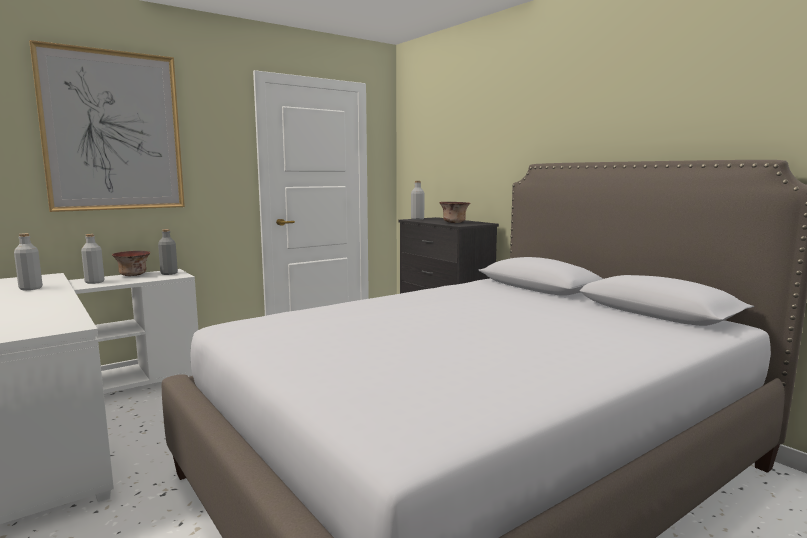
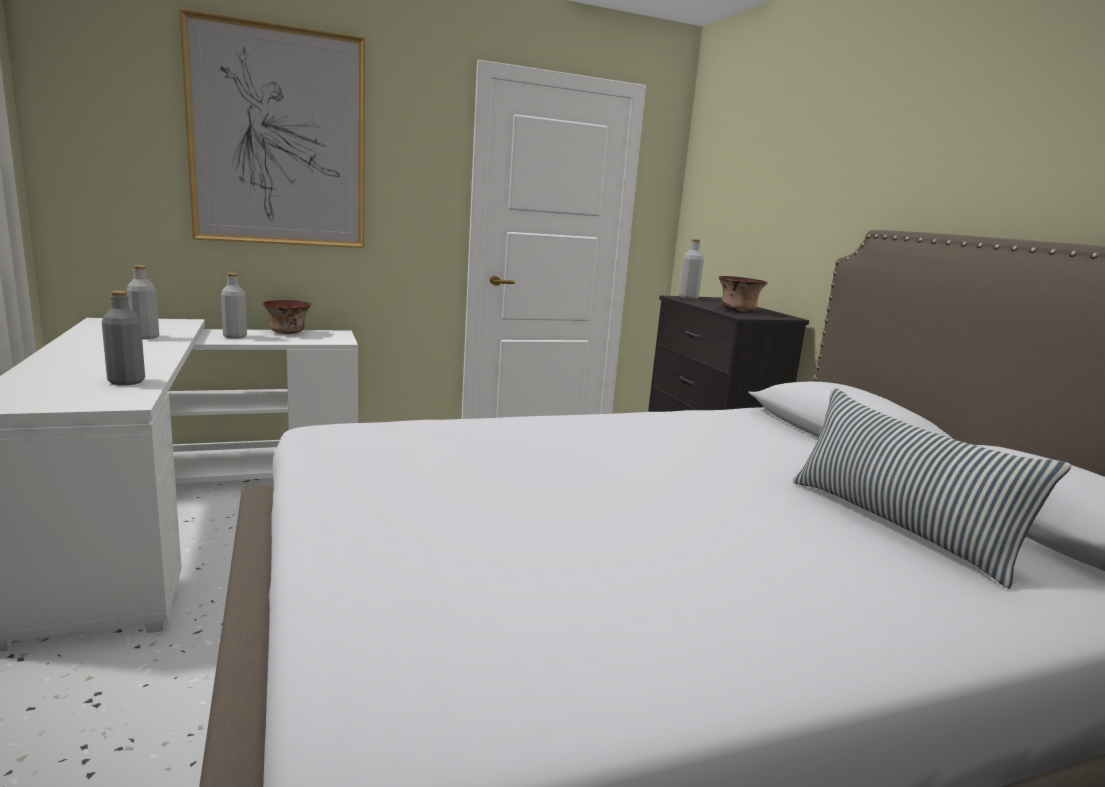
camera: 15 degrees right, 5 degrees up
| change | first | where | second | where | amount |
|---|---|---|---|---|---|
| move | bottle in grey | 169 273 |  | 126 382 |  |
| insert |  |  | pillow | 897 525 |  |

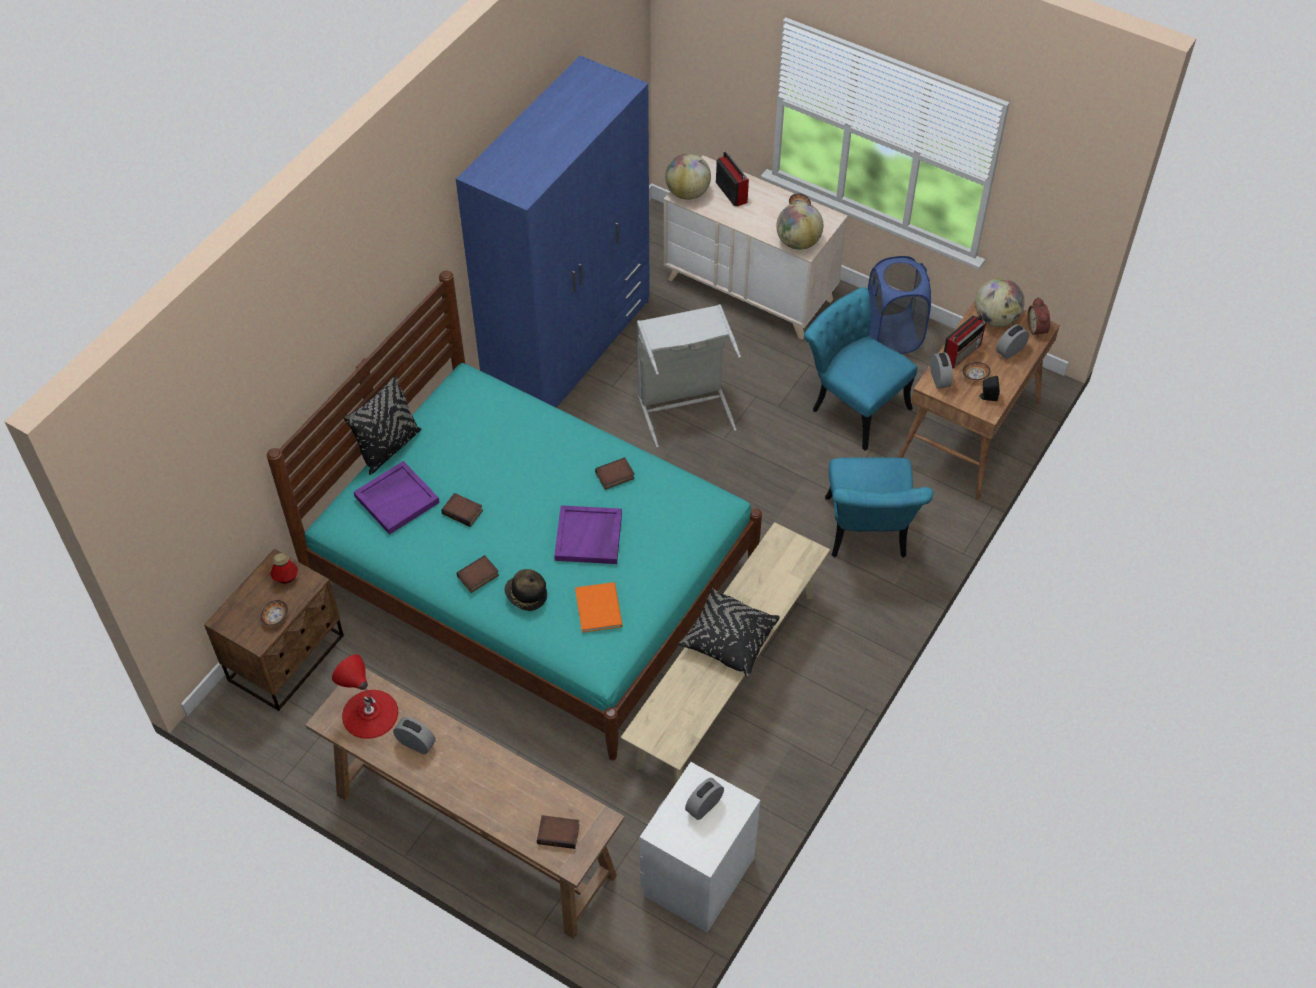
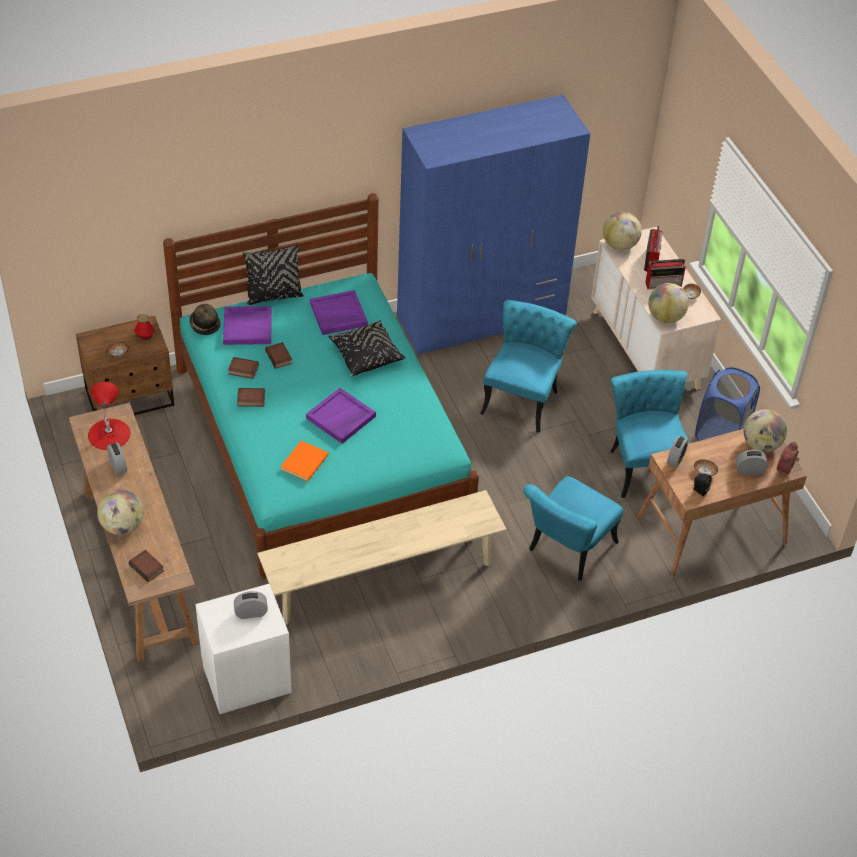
camera: 35 degrees right, 5 degrees down
| change | first | where | second | where | amount |
|---|---|---|---|---|---|
| insert |  |  | globe | 122 526 |  |
| move | hat | 526 596 |  | 204 325 |  |
| move | book | 615 476 |  | 242 370 |  |
| insert |  |  | tray in purple | 338 315 |  |
| move | pillow in black | 728 639 |  | 366 355 |  |
| replace | laundry basket in grey | 684 406 | chair in turquoise | 523 397 |  |
| move | radio | 962 352 |  | 664 284 |  |

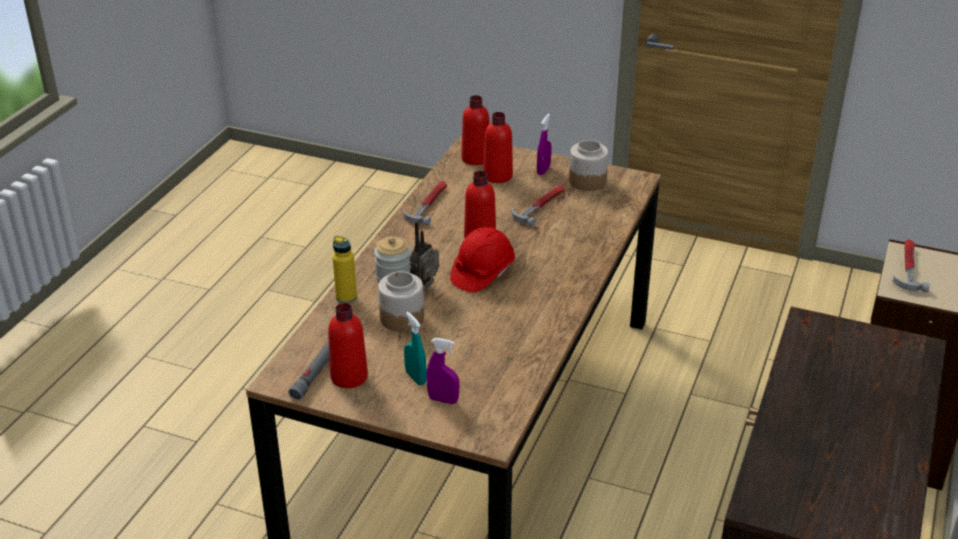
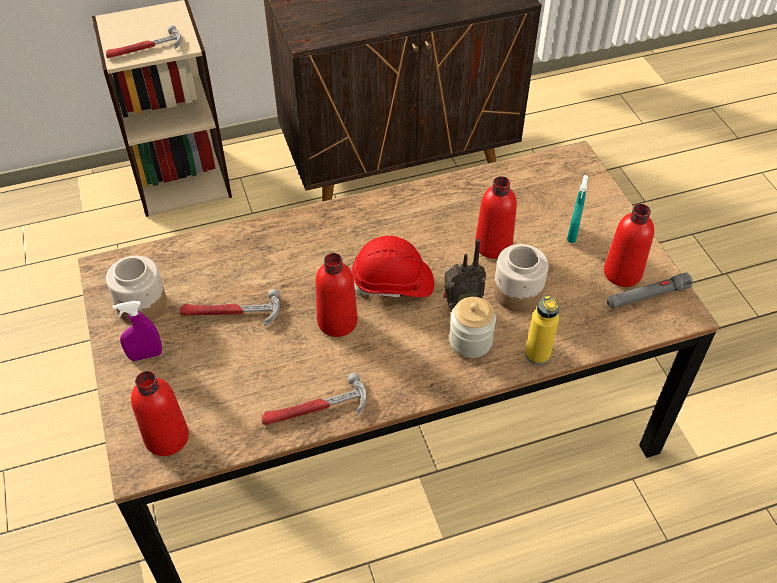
camera: 130 degrees left, 15 degrees up
| change | first | where | second | where | amount |
|---|---|---|---|---|---|
| move | bottle in red | 498 176 |  | 493 245 |  |
| delete | spray bottle in purple | 443 400 |  |  |  |

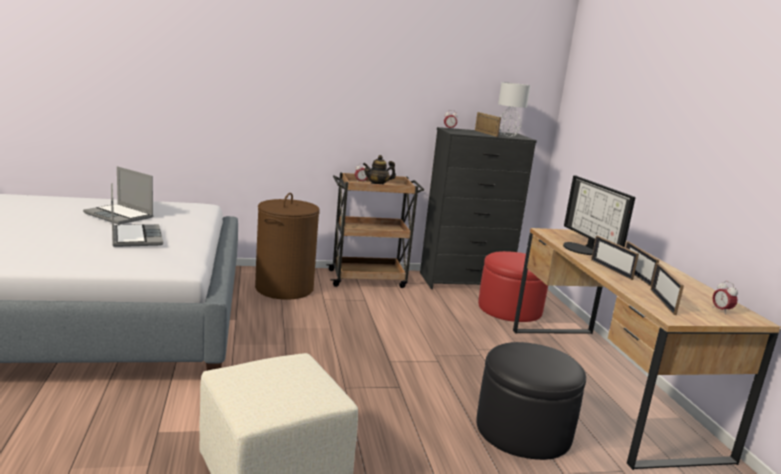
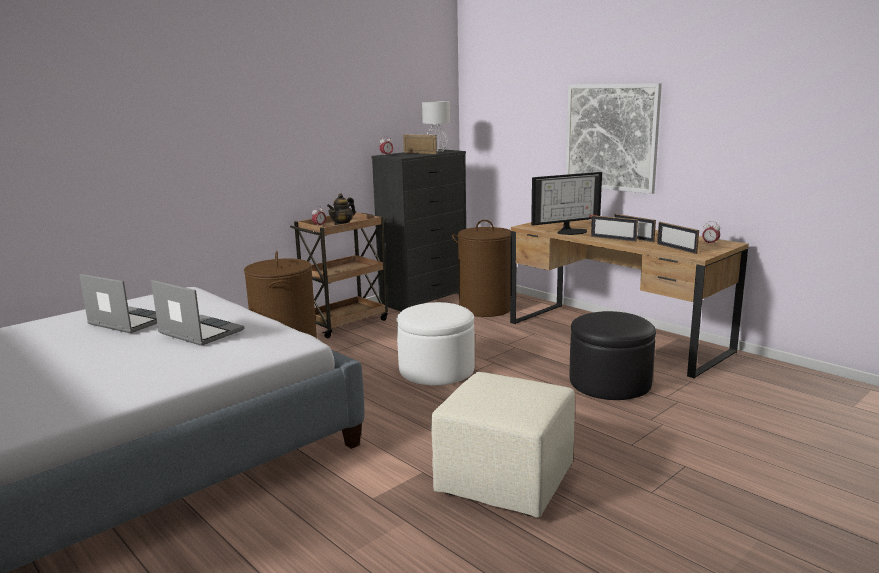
camera: 30 degrees left, 0 degrees up
| change | first | where | second | where | amount |
|---|---|---|---|---|---|
| rotate | laptop | 120 215 |  | 128 322 | 150 degrees counterclockwise |
| insert |  |  | ottoman in white | 436 370 |  |
| replace | ottoman in red | 509 309 | laundry basket in brown | 485 308 |  |
| rotate | monitor | 582 249 |  | 571 231 | 60 degrees counterclockwise |
| insert |  |  | picture | 611 137 |  |

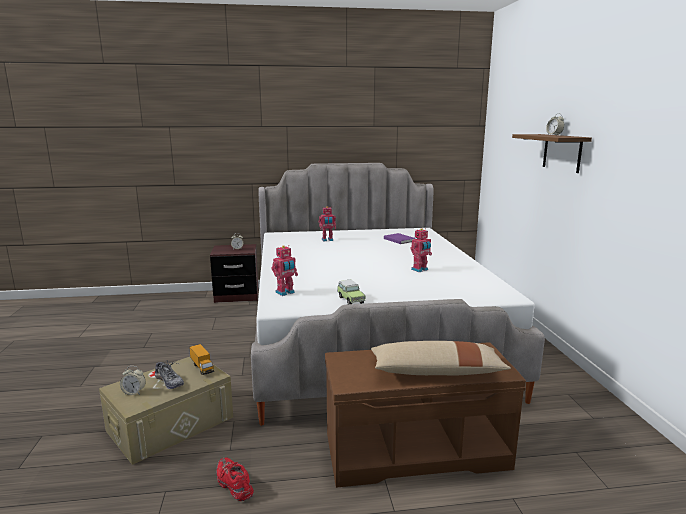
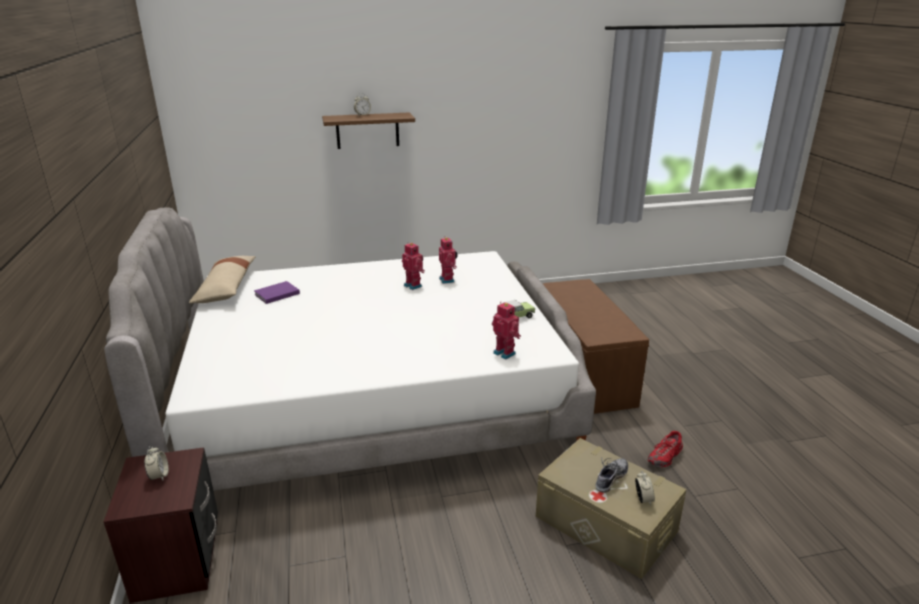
camera: 95 degrees left, 10 degrees up
| change | first | where | second | where | amount |
|---|---|---|---|---|---|
| move | pillow in beige | 436 371 |  | 226 288 |  |
| move | toy robot | 327 240 |  | 448 280 |  |
| delete | toy truck | 202 367 |  |  |  |

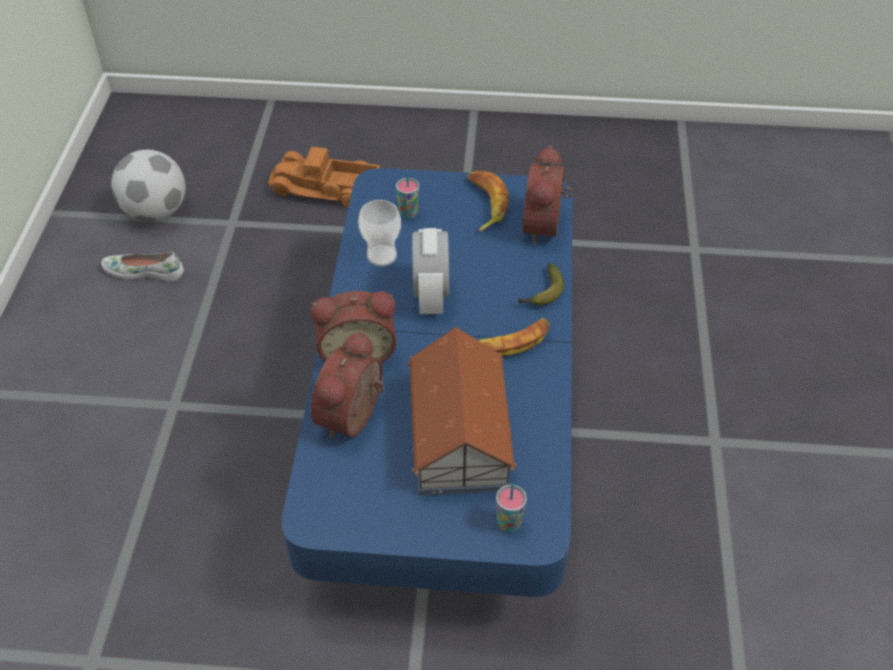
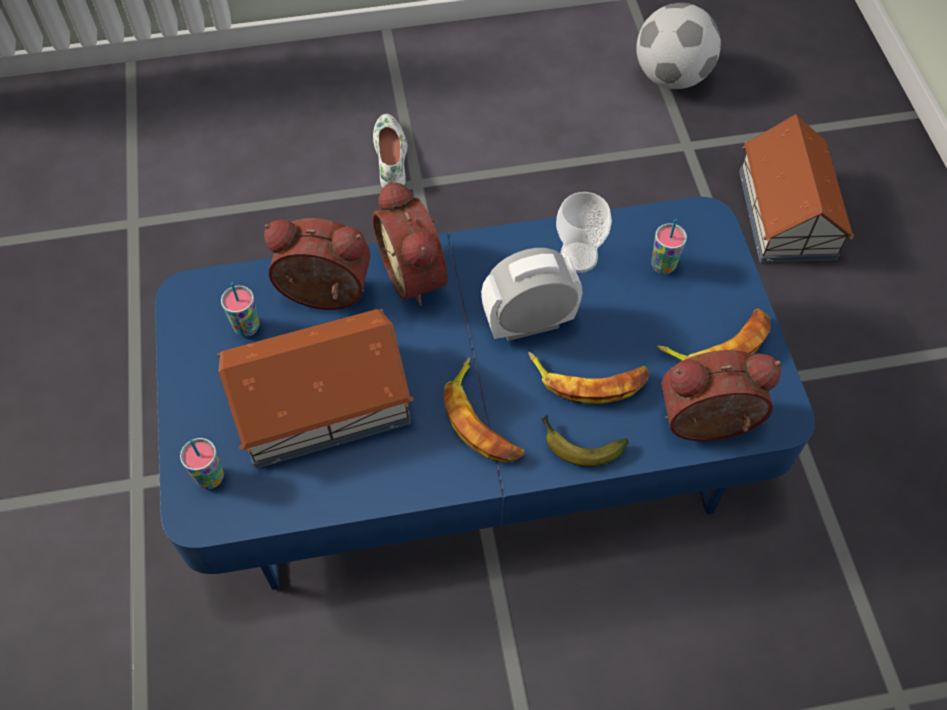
camera: 75 degrees right, 10 degrees up
| change | first | where | second | where | amount |
|---|---|---|---|---|---|
| insert |  |  | cup | 247 327 |  |
| move | shoe in white | 144 271 |  | 391 157 |  |
| insert |  |  | banana | 589 380 |  |
| replace | toy truck | 325 189 | toy house | 786 215 |  |

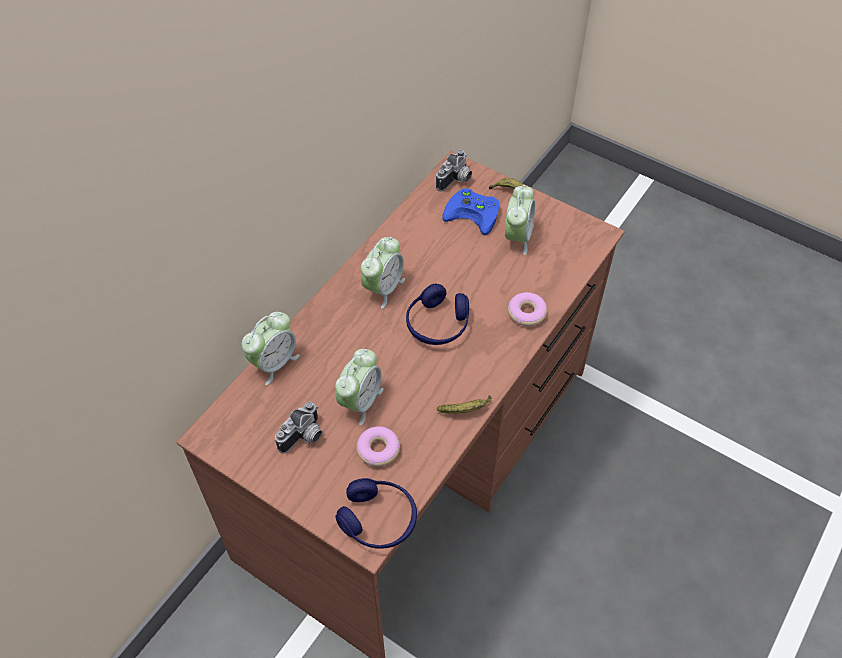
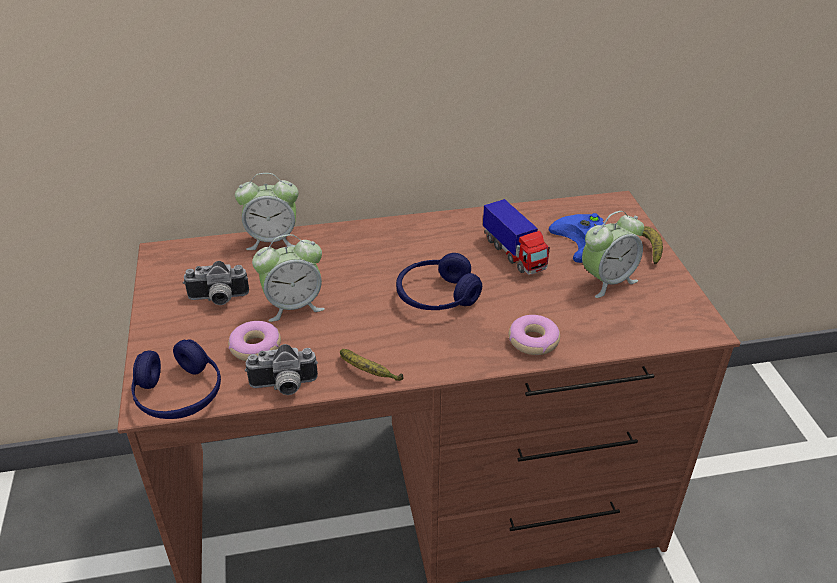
camera: 45 degrees right, 15 degrees down
| change | first | where | second | where | amount |
|---|---|---|---|---|---|
| move | photo camera | 456 180 |  | 284 386 |  |
| insert |  |  | toy truck | 514 254 |  |
| delete | alarm clock | 383 288 |  |  |  |

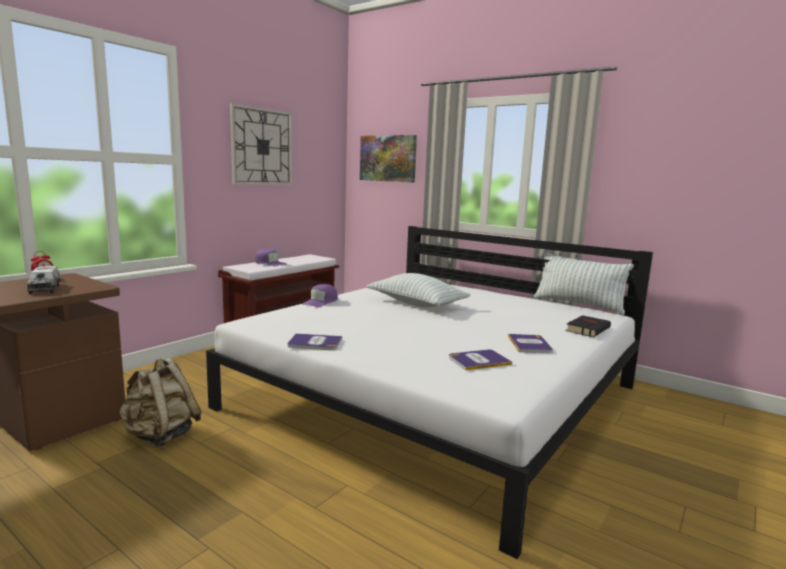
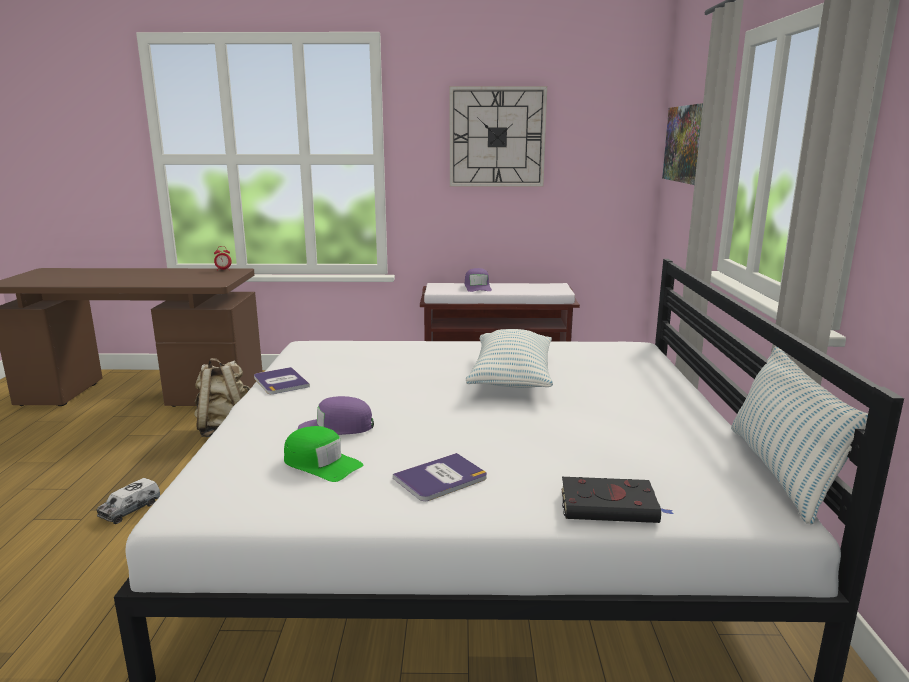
camera: 55 degrees right, 5 degrees up
| change | first | where | second | where | amount |
|---|---|---|---|---|---|
| move | toy truck | 45 288 |  | 130 509 |  |
| replace | book | 479 360 | cap in green | 321 463 |  |
| move | cap in purple | 321 302 |  | 336 428 |  |

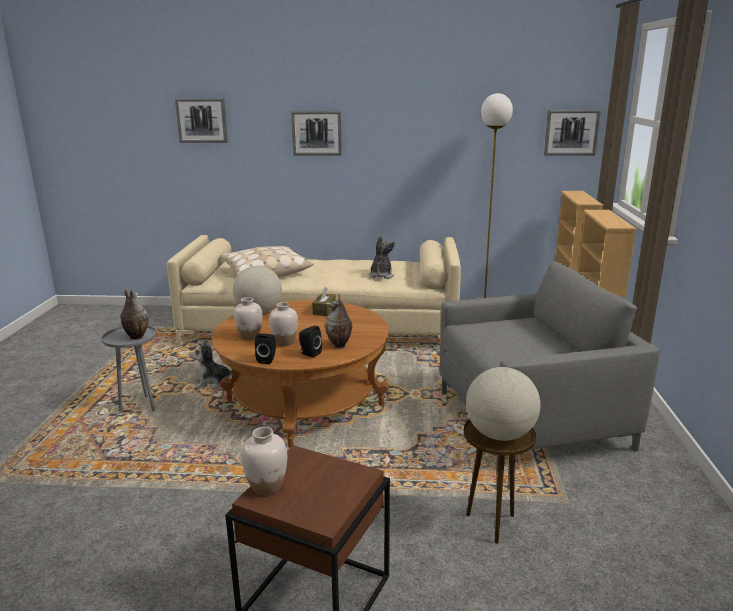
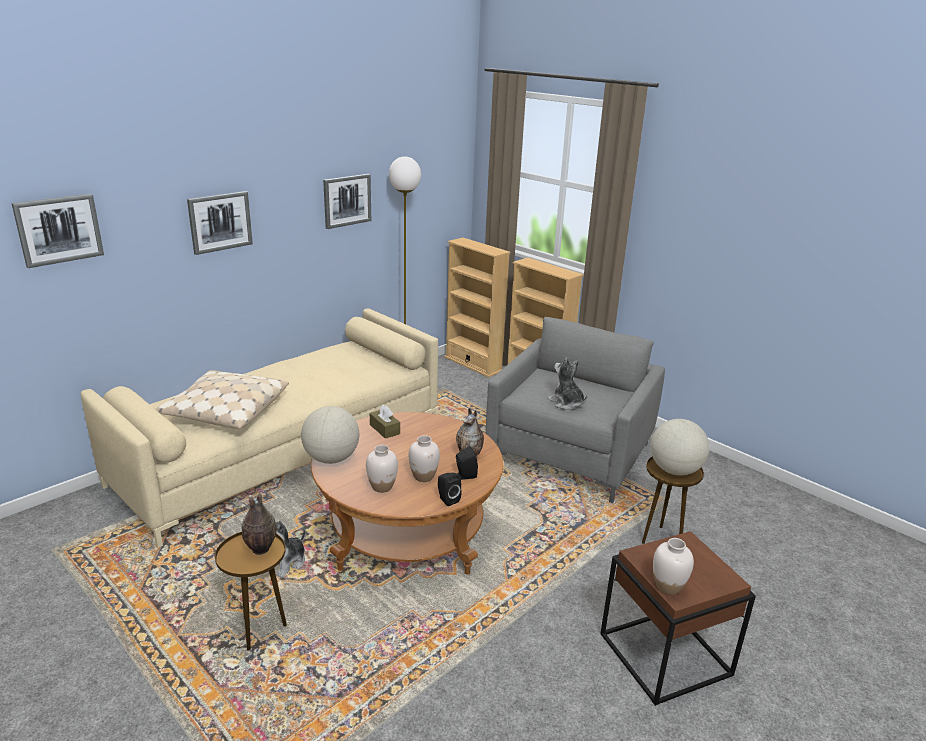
camera: 50 degrees left, 5 degrees up
| change | first | where | second | where | amount |
|---|---|---|---|---|---|
| recolor | side table in grey | 140 406 | side table in brown | 260 631 |  |
| move | picture | 571 132 |  | 347 200 |  |
| move | plush toy | 381 275 |  | 566 403 |  |

